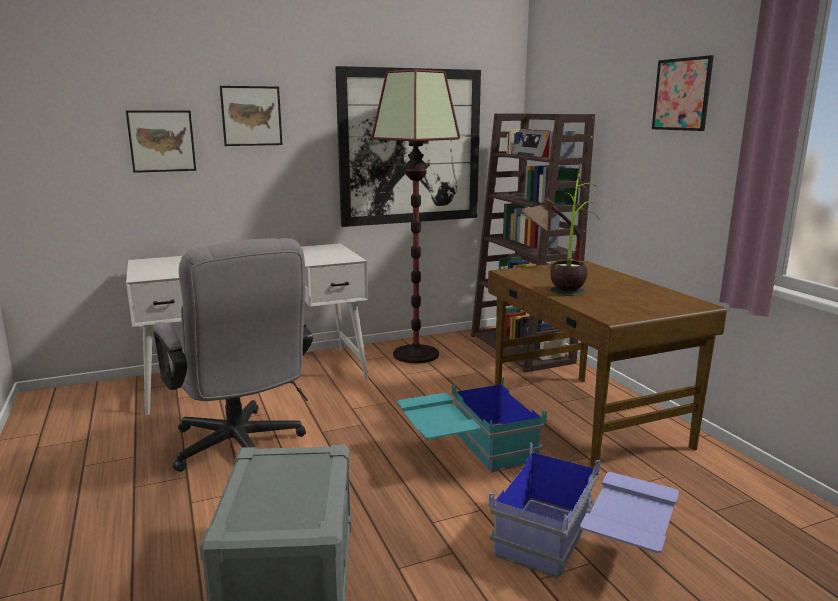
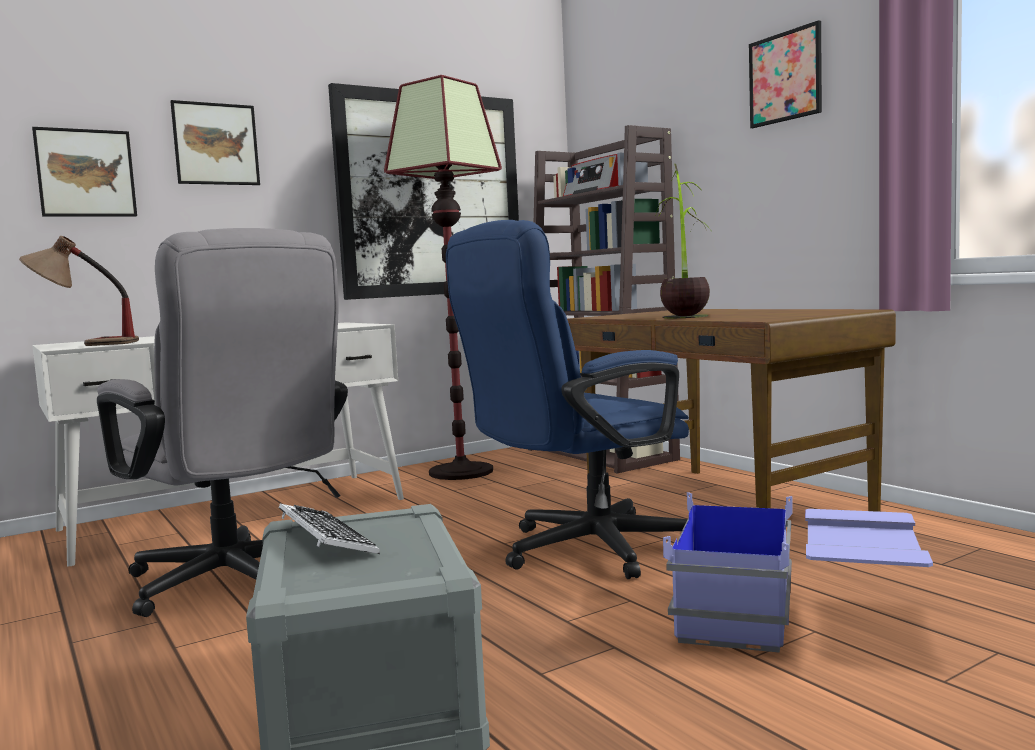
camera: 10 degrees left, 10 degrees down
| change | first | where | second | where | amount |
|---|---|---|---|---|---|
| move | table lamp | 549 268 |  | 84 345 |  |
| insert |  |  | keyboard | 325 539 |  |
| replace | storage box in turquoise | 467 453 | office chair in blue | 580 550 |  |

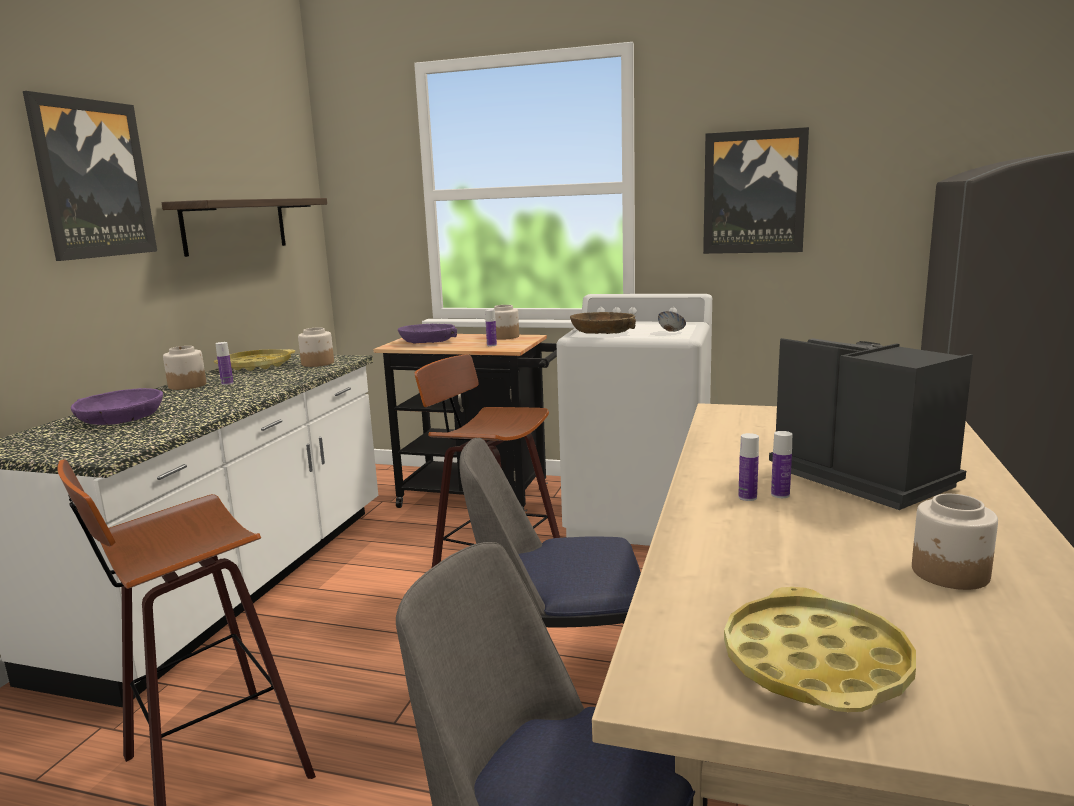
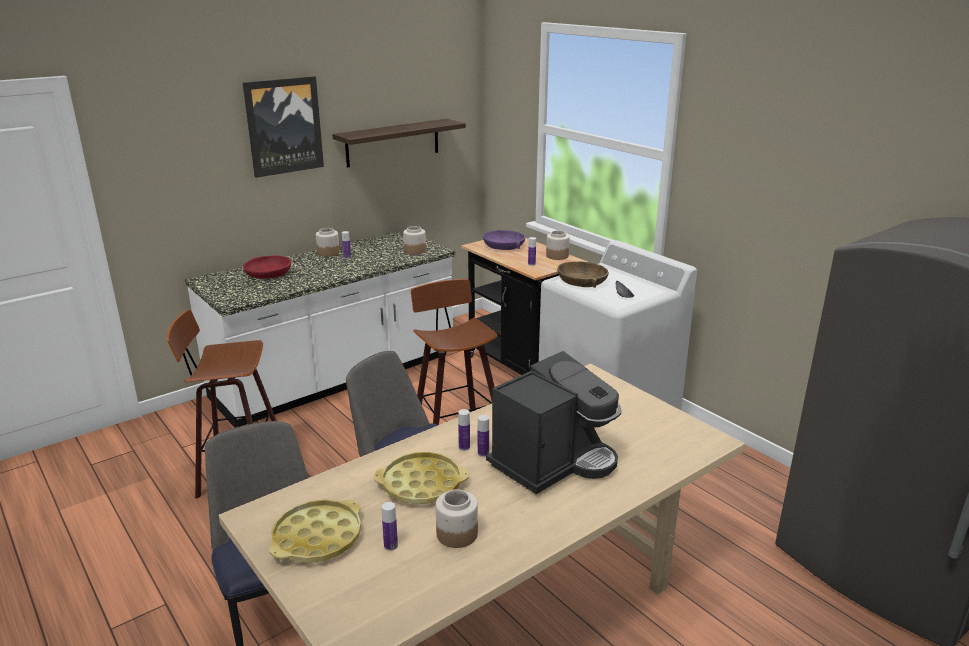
camera: 35 degrees right, 10 degrees up
| change | first | where | second | where | amount |
|---|---|---|---|---|---|
| recolor | bowl in purple | 120 418 | bowl in red | 268 274 |  |
| move | tray in yellow | 256 365 |  | 421 484 |  |
| insert |  |  | bottle | 391 546 |  |
| rotate | coffee machine | 861 476 |  | 553 461 | 45 degrees clockwise |
| delete | picture | 754 192 |  |  |  |

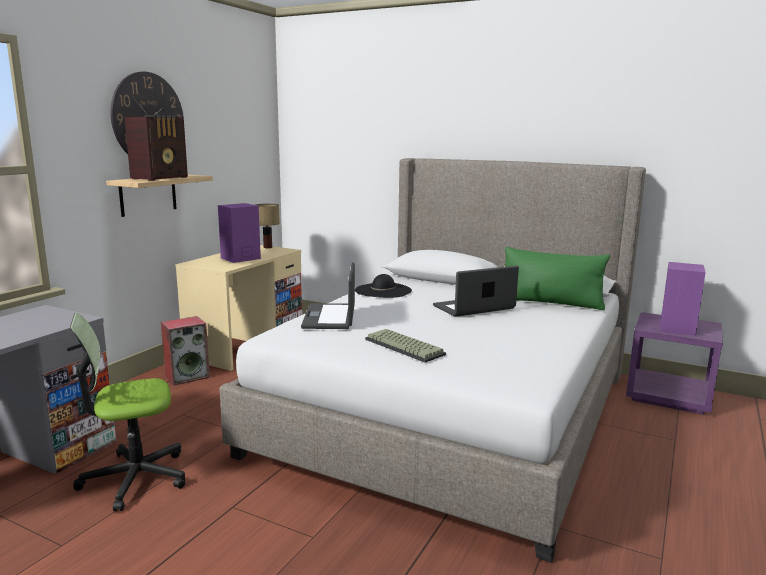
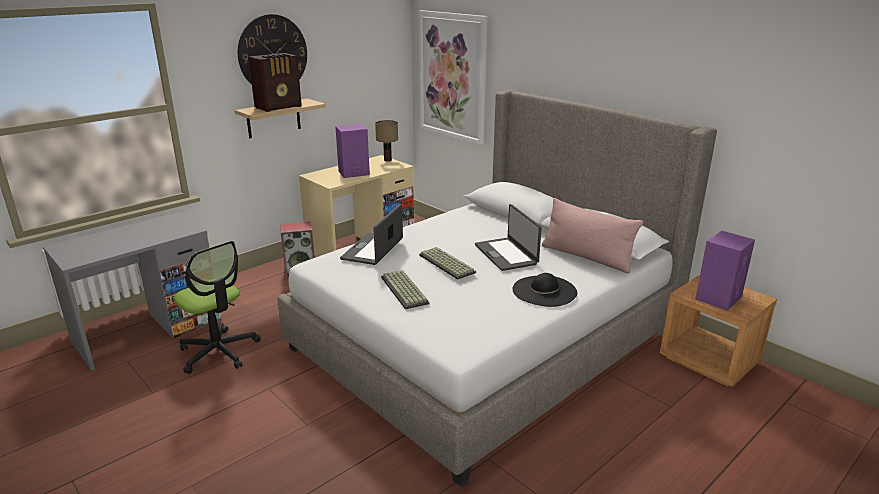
camera: 20 degrees right, 10 degrees up
| change | first | where | second | where | amount |
|---|---|---|---|---|---|
| rotate | office chair | 135 478 |  | 219 352 | 135 degrees counterclockwise |
| insert |  |  | picture | 452 76 |  |
| insert |  |  | keyboard | 445 264 |  |
| rotate | laptop | 474 307 |  | 506 254 | 105 degrees counterclockwise |
| move | hat in black | 383 290 |  | 544 291 |  |
| recolor | pillow in green | 551 303 | pillow in pink | 586 257 |  |
| recolor | nightstand in purple | 669 396 | nightstand in brown | 709 360 |  |

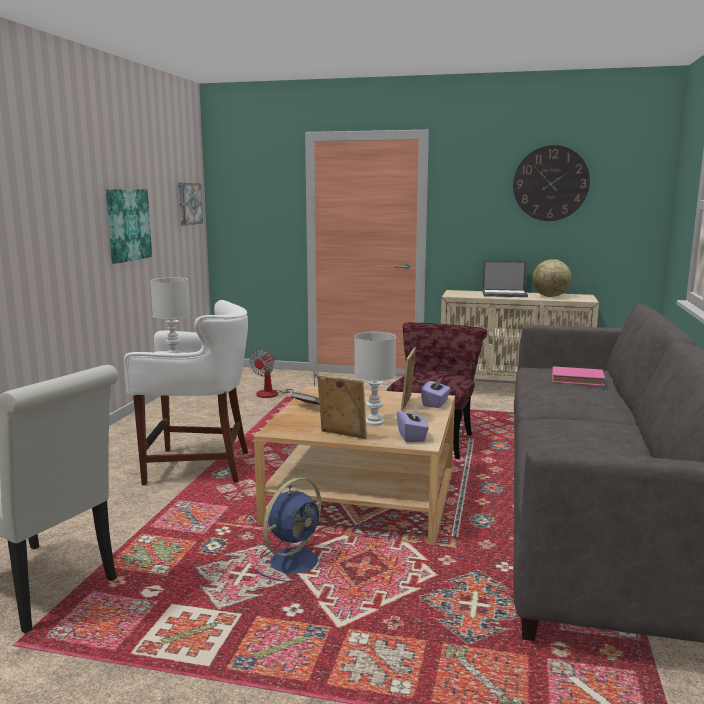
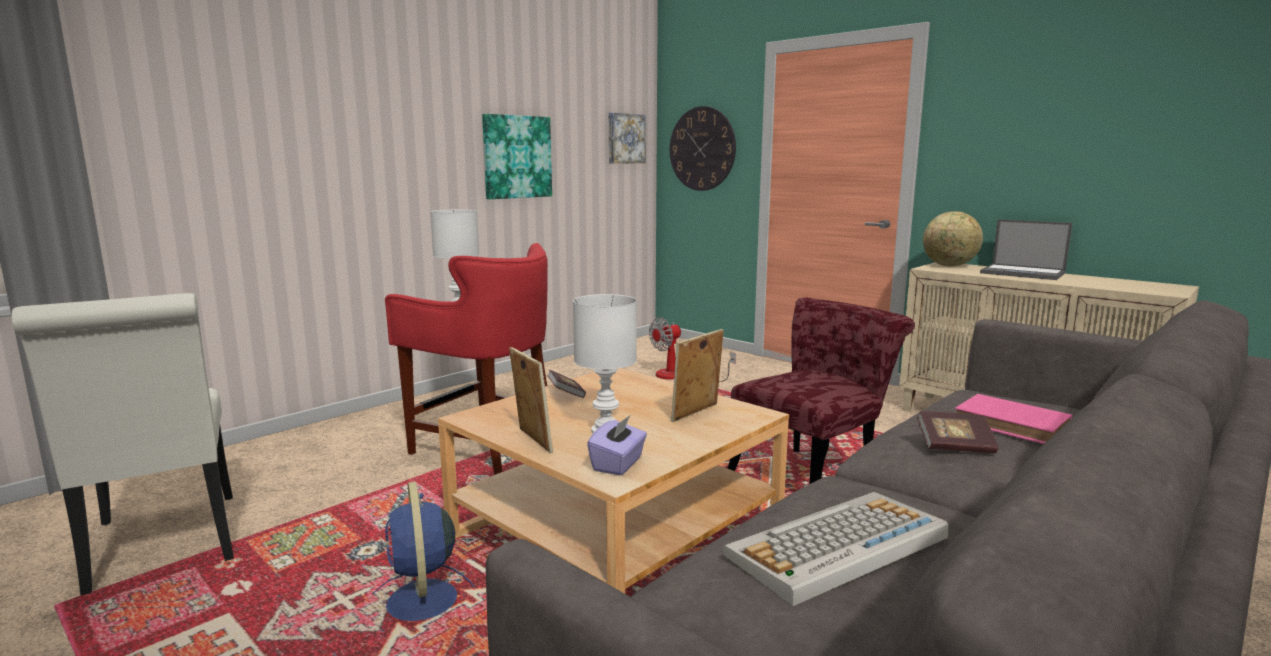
camera: 30 degrees right, 0 degrees up
| change | first | where | second | where | amount |
|---|---|---|---|---|---|
| rotate | fan in blue | 296 560 |  | 422 603 | 90 degrees clockwise |
| recolor | stool in white | 196 467 | stool in red | 485 446 |  |
| move | wall clock | 550 183 |  | 702 149 |  |
| insert |  |  | keyboard | 837 547 |  |
| insert |  |  | book | 955 446 |  |
| move | globe | 550 296 |  | 949 266 |  |
| delete | tissue box in purple | 435 403 |  |  |  |

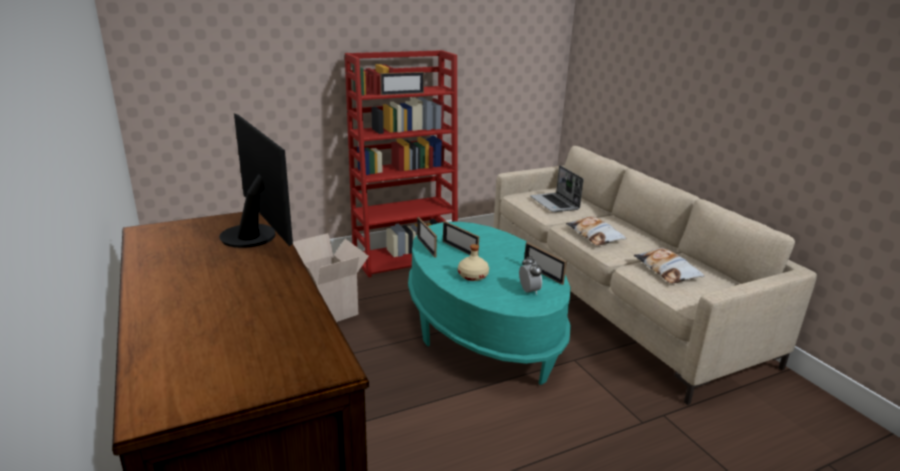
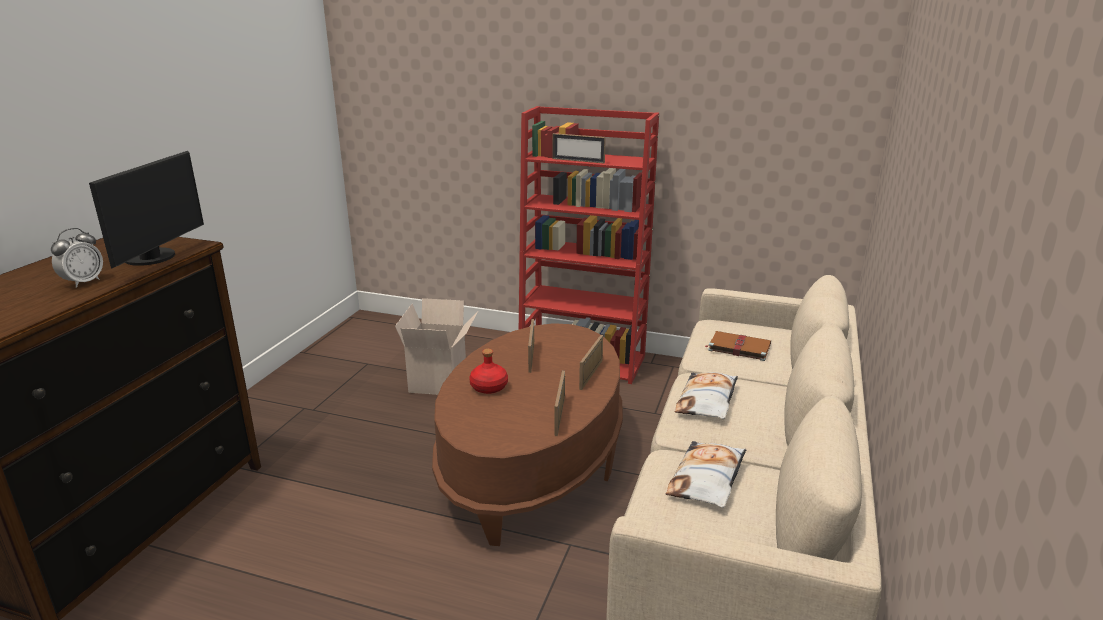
camera: 45 degrees right, 0 degrees up
| change | first | where | second | where | amount |
|---|---|---|---|---|---|
| move | alarm clock | 529 291 |  | 83 282 |  |
| recolor | coffee table in turquoise | 481 329 | coffee table in brown | 533 463 |  |
| recolor | bottle in beige | 473 276 | bottle in red | 489 387 |  |
| move | picture frame | 426 247 |  | 591 374 |  |
| replace | laptop | 555 204 | book in brown | 738 347 |  |

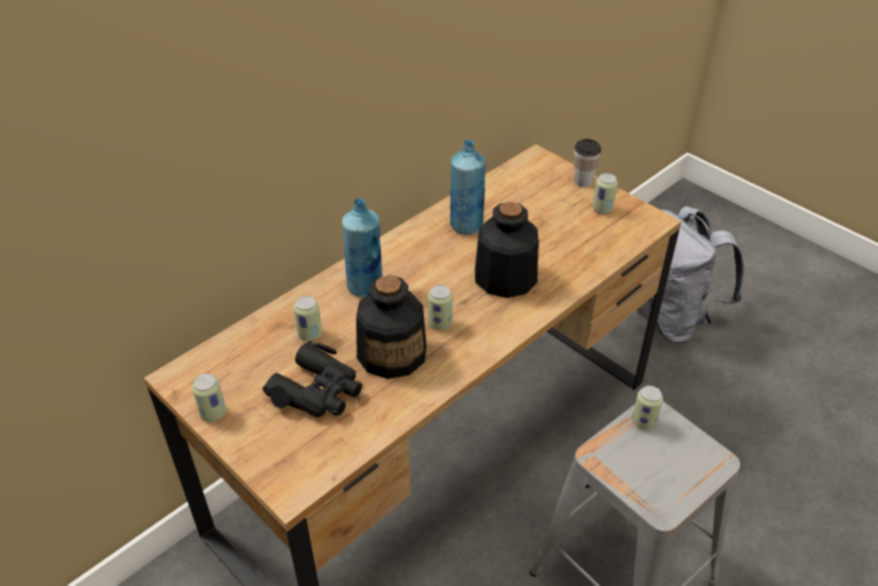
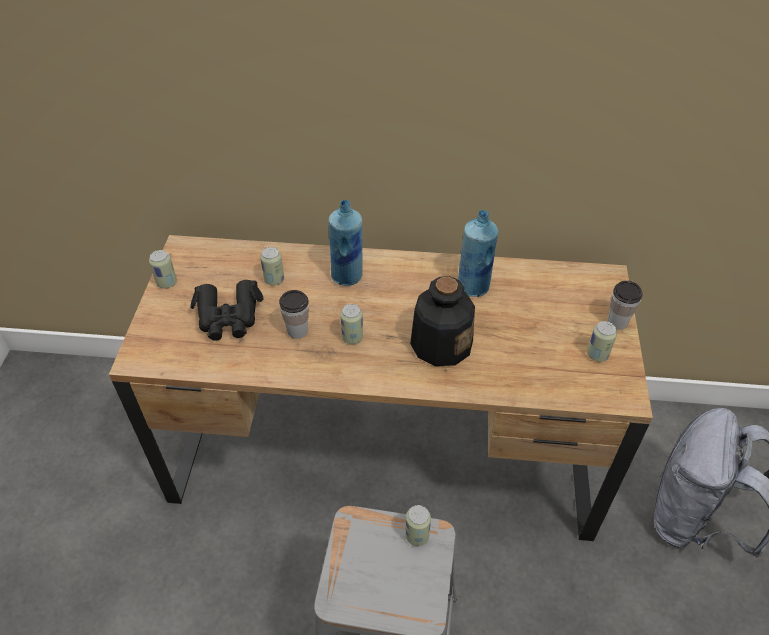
camera: 50 degrees right, 5 degrees up
| change | first | where | second | where | amount |
|---|---|---|---|---|---|
| replace | bottle | 392 353 | cup | 297 331 |  |

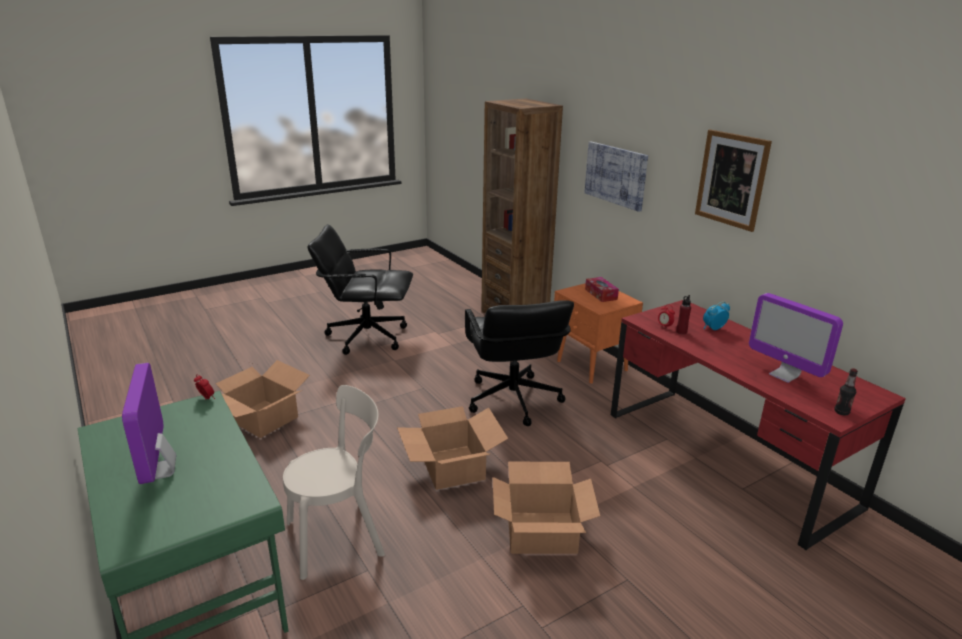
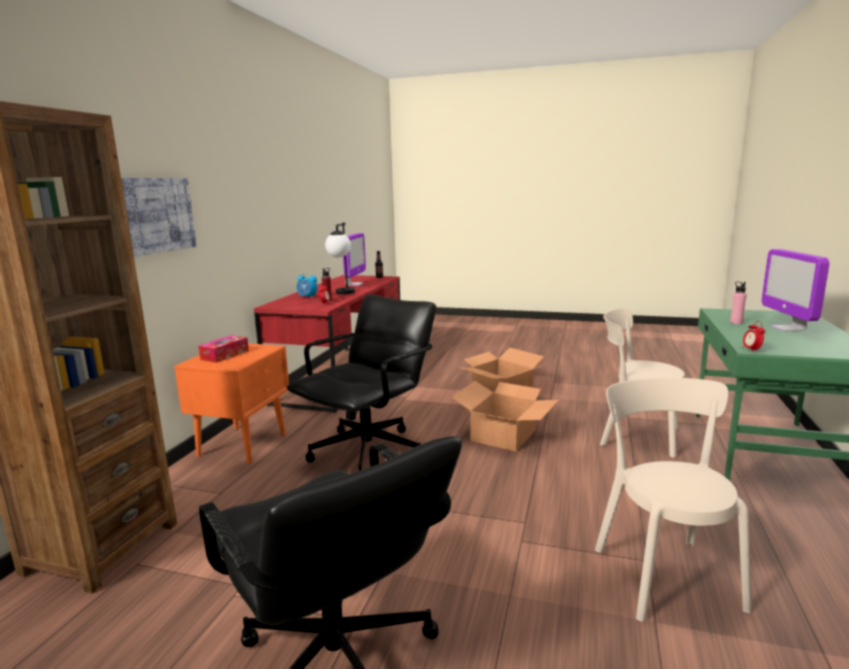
camera: 130 degrees left, 10 degrees down
| change | first | where | second | where | amount |
|---|---|---|---|---|---|
| insert |  |  | table lamp | 343 294 |  |
| replace | cardboard box | 263 419 | chair in beige | 663 573 |  |
| insert |  |  | bottle in pink | 736 322 |  |
| rotate | monitor | 160 470 |  | 788 328 | 150 degrees clockwise |
| delete | picture | 731 179 |  |  |  |

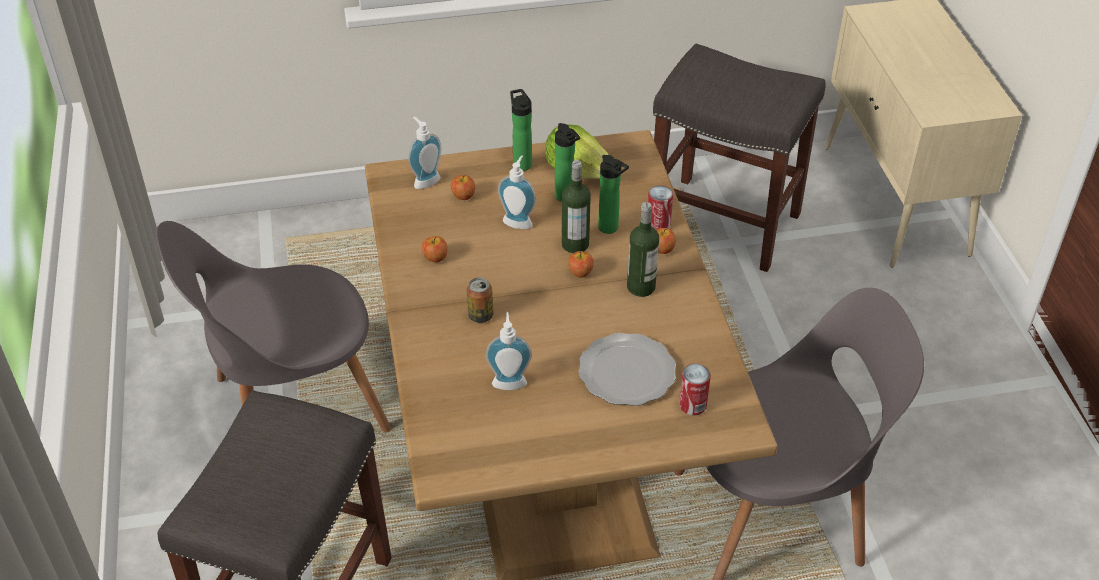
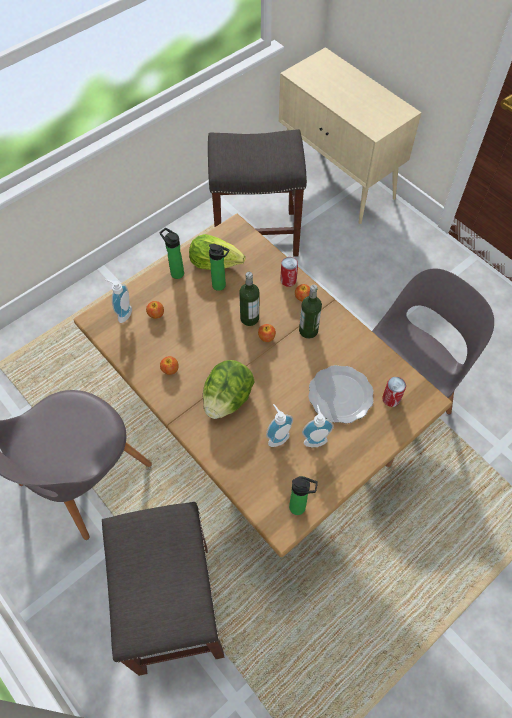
camera: 30 degrees left, 15 degrees up
| change | first | where | second | where | amount |
|---|---|---|---|---|---|
| replace | can | 480 316 | lettuce | 228 399 |  |
| move | bottle | 610 229 |  | 300 508 |  |
| move | soap dispenser | 518 221 |  | 314 439 |  |

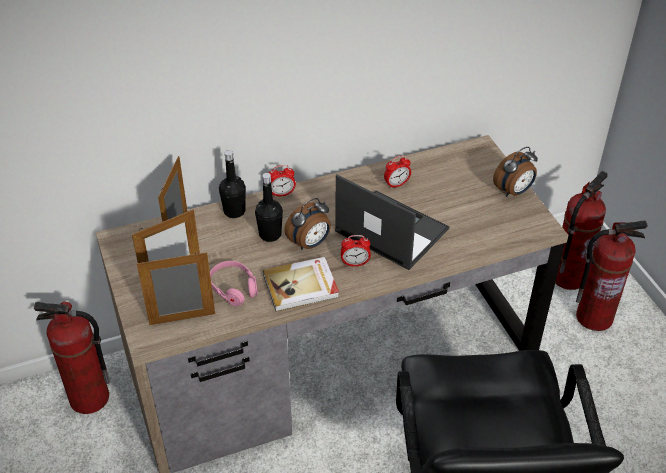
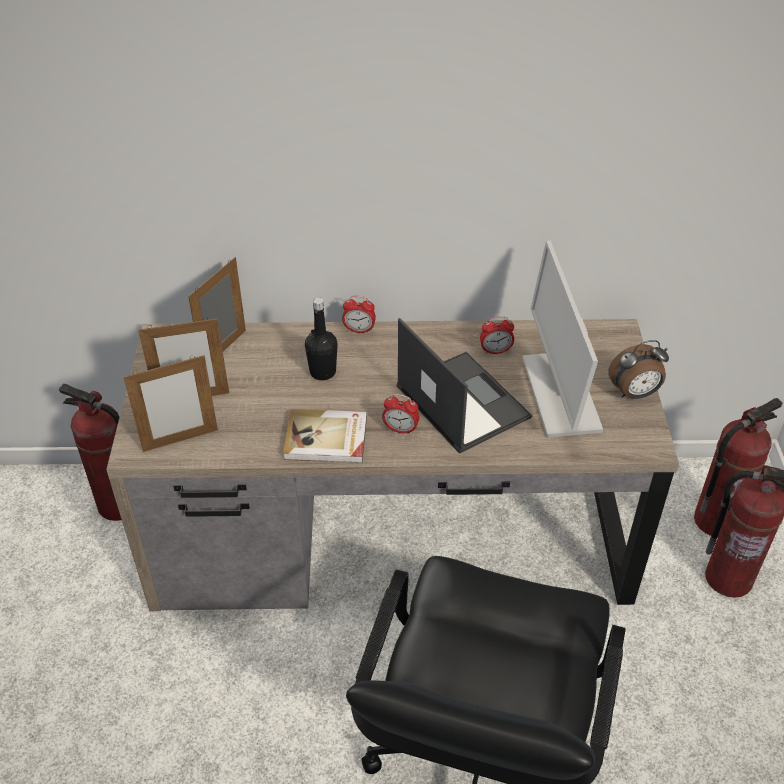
camera: 20 degrees right, 0 degrees up
| change | first | where | second | where | amount |
|---|---|---|---|---|---|
| rotate | picture frame | 182 319 |  | 180 440 | 150 degrees clockwise |
| insert |  |  | monitor | 559 393 |  |
| delete | headphones in pink | 234 288 |  |  |  |
| delete | bottle in black | 234 211 |  |  |  |
| delete | alarm clock | 310 244 |  |  |  |

